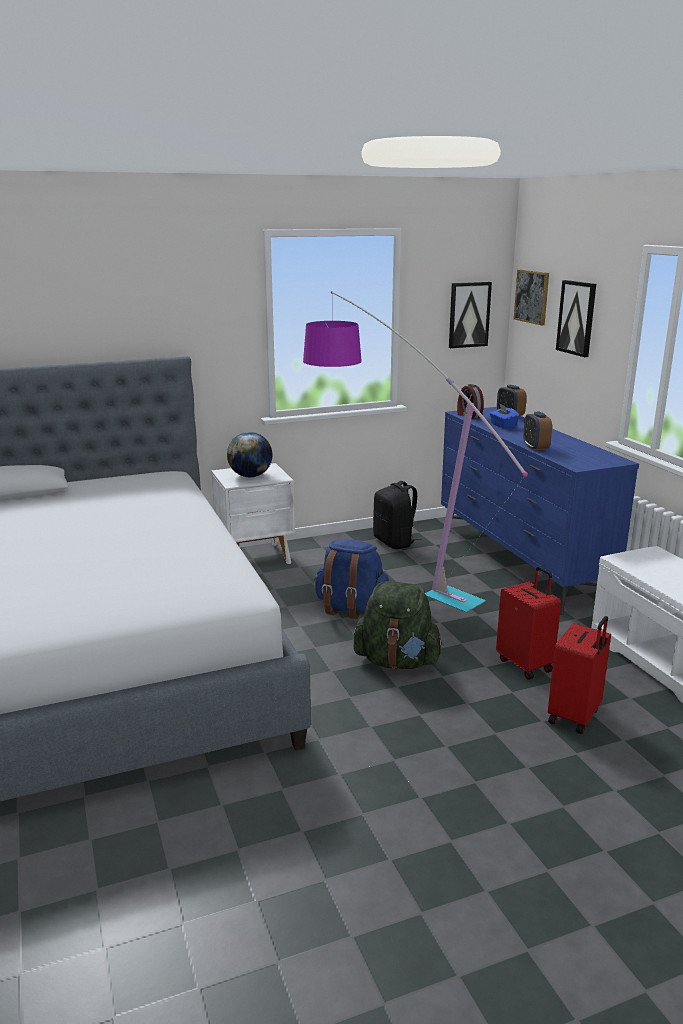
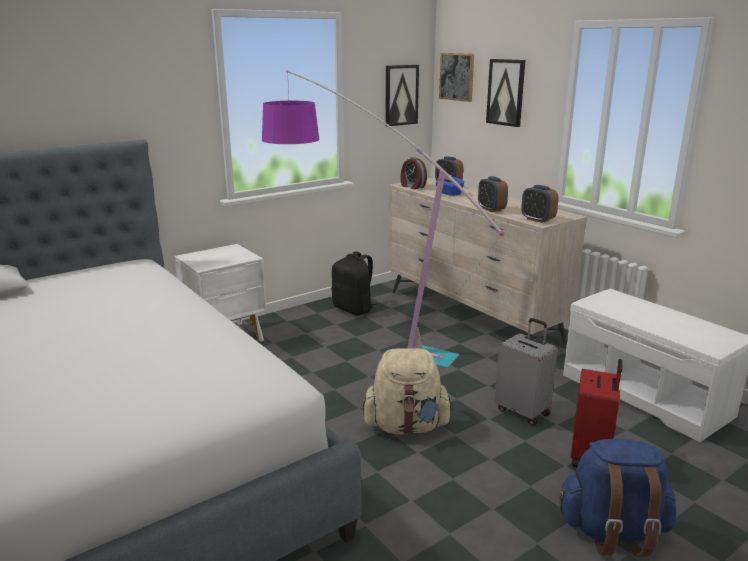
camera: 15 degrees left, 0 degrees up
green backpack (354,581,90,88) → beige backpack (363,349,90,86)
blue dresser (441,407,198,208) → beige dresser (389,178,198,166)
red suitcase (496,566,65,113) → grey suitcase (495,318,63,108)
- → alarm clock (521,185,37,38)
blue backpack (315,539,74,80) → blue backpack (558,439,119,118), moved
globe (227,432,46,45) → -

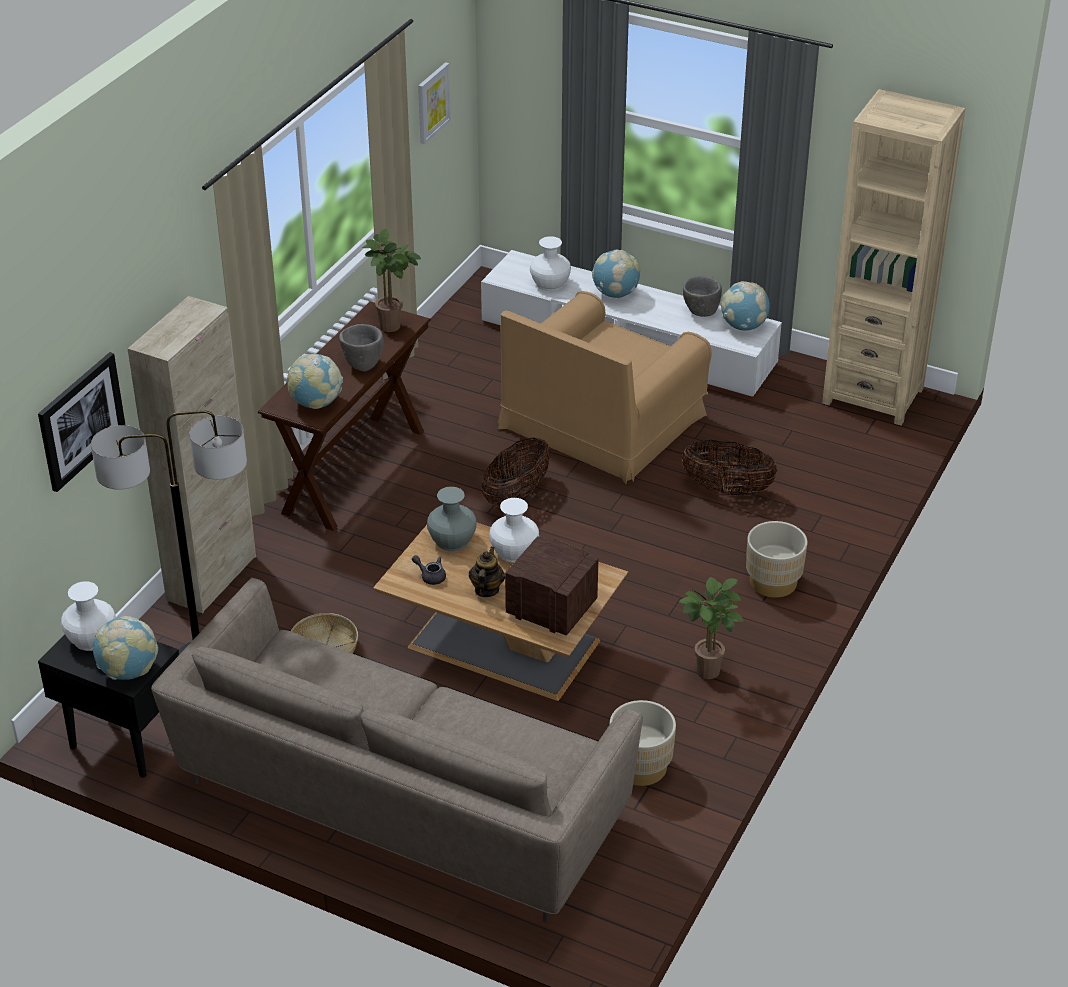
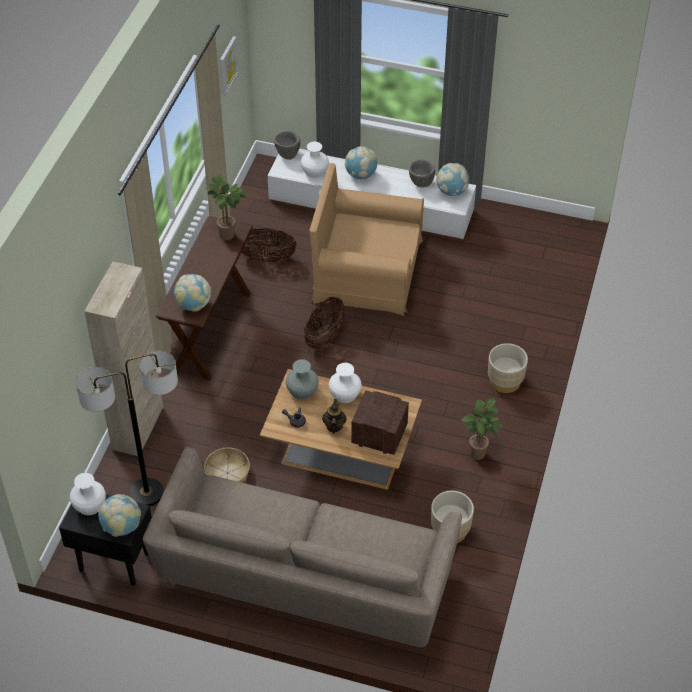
camera: 10 degrees left, 10 degrees up
basket (682,440,96,56) → basket (241,228,56,34), moved
grey bowl (339,324,45,48) → grey bowl (274,131,26,29), moved
brown armchair (497,291,215,193) → brown armchair (310,163,114,153), 75 degrees clockwise
picture (38,352,87,140) → -
beige bookcase (822,89,143,337) → -

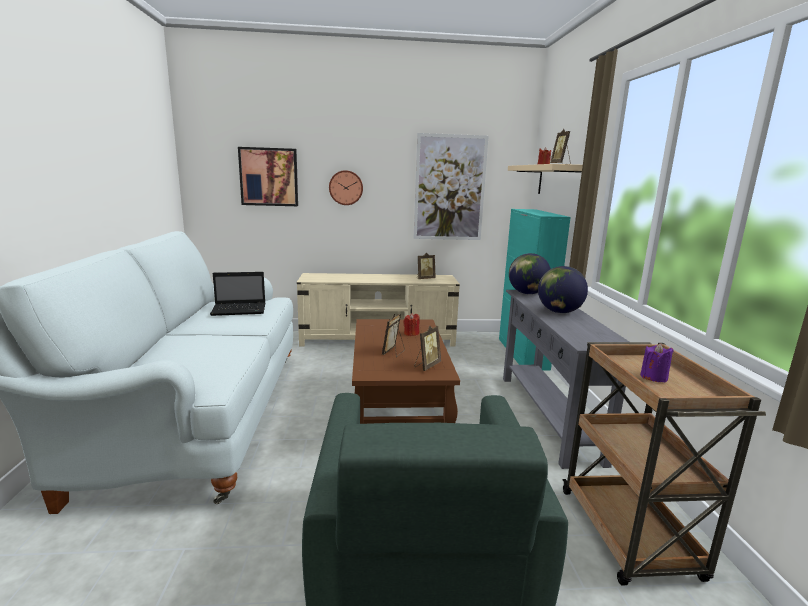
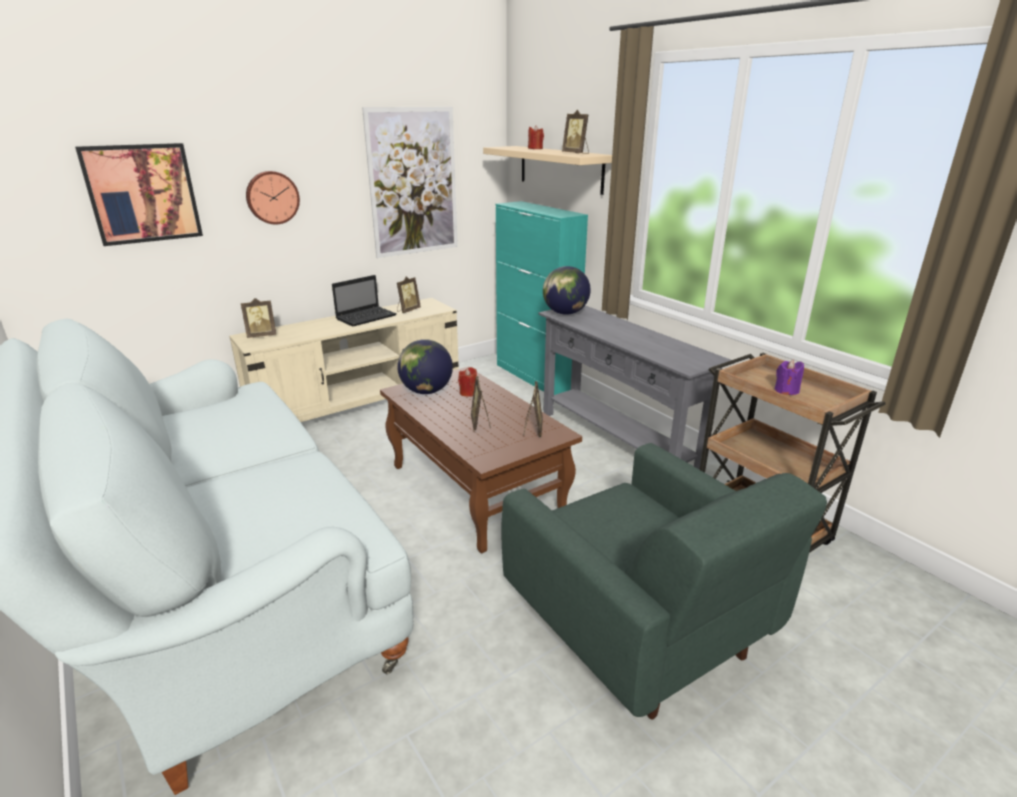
camera: 30 degrees left, 10 degrees up
- → picture frame (241,298,35,40)
laptop (210,272,55,44) → laptop (332,275,65,52), moved
globe (538,266,50,47) → globe (397,339,56,55), moved

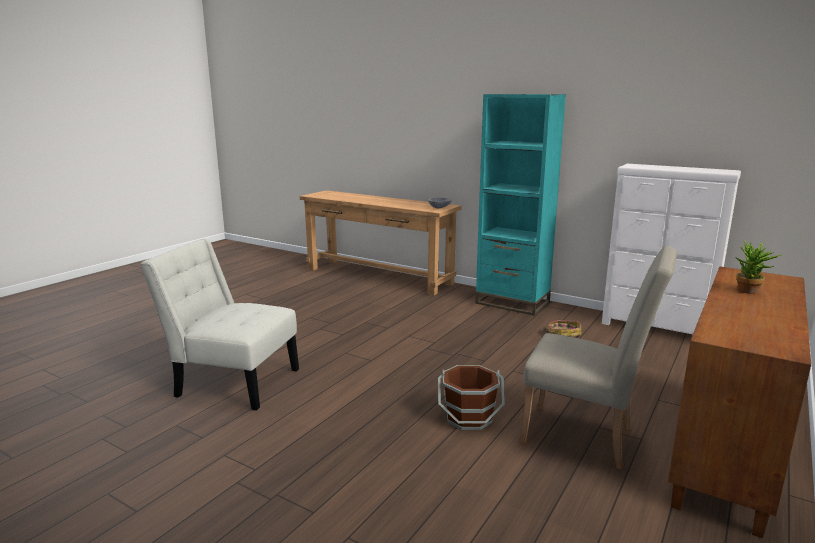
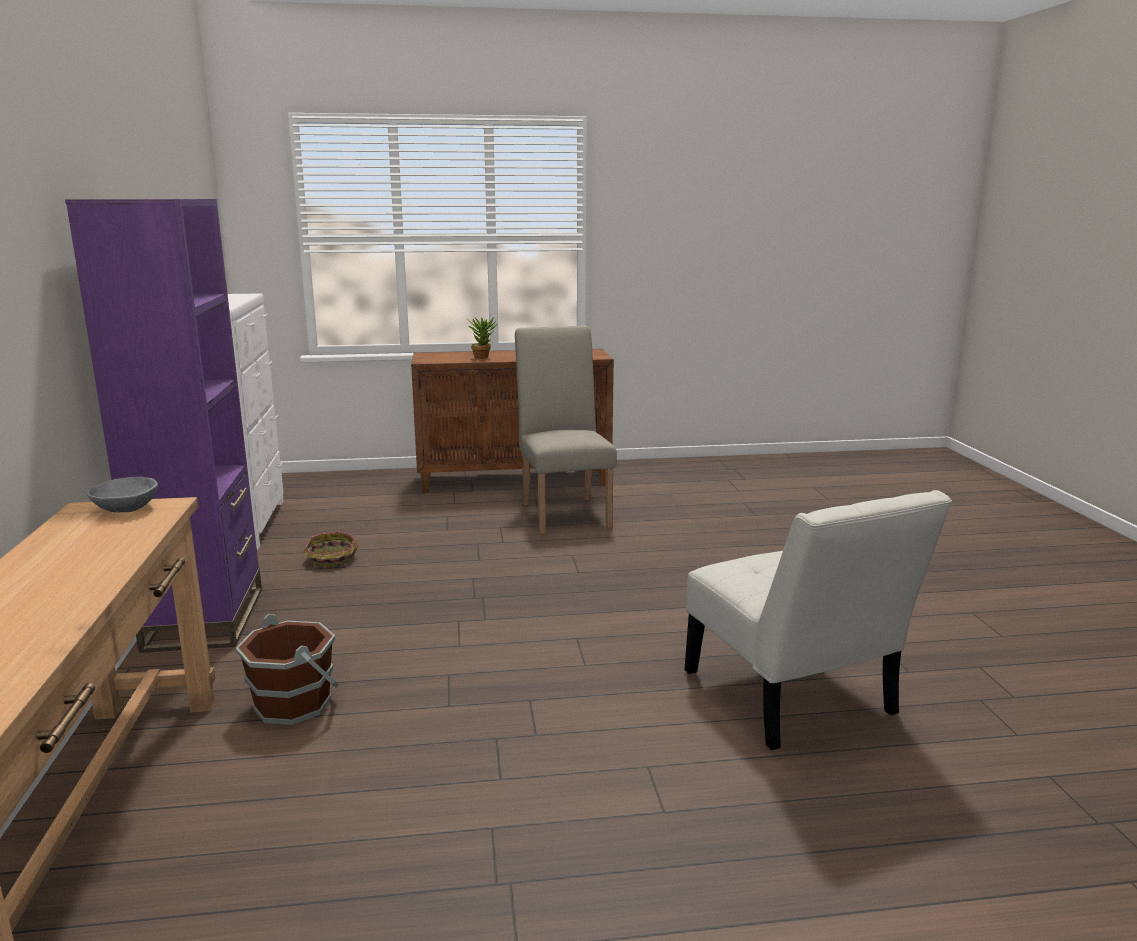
camera: 130 degrees left, 0 degrees up
turquoise bookcase (475,94,91,222) → purple bookcase (65,199,197,454)
brown bucket (438,365,67,65) → brown bucket (236,614,103,111), moved

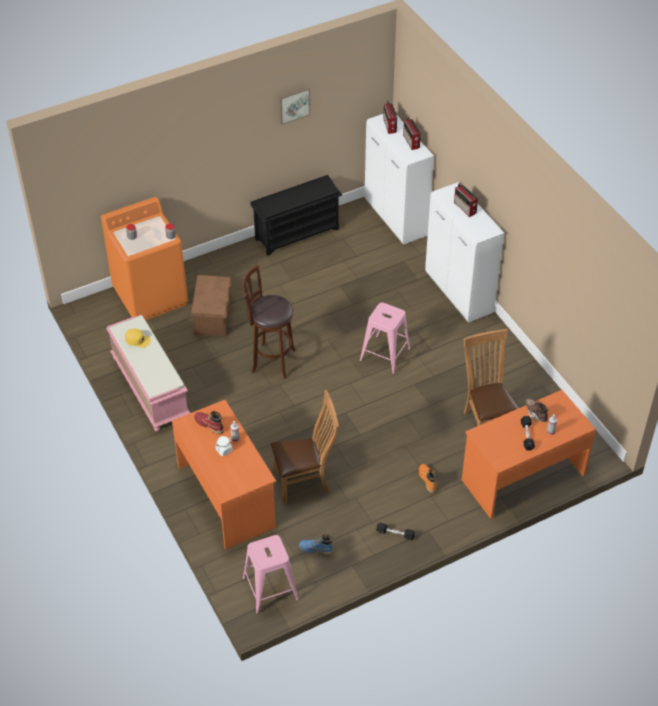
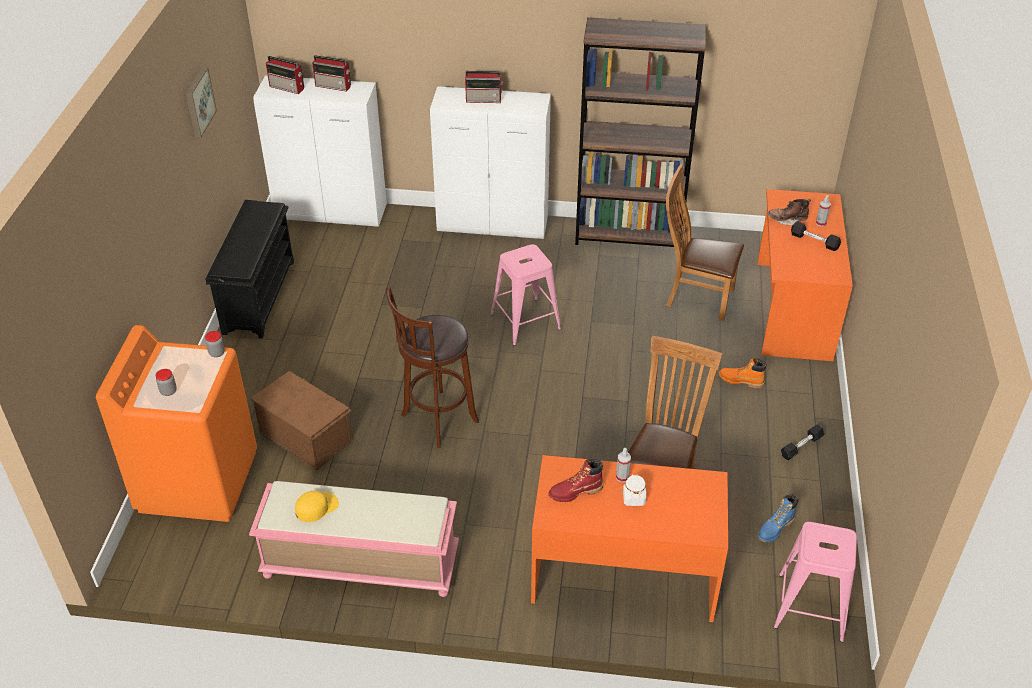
camera: 55 degrees left, 5 degrees down
- → brown bookcase (575,17,131,230)

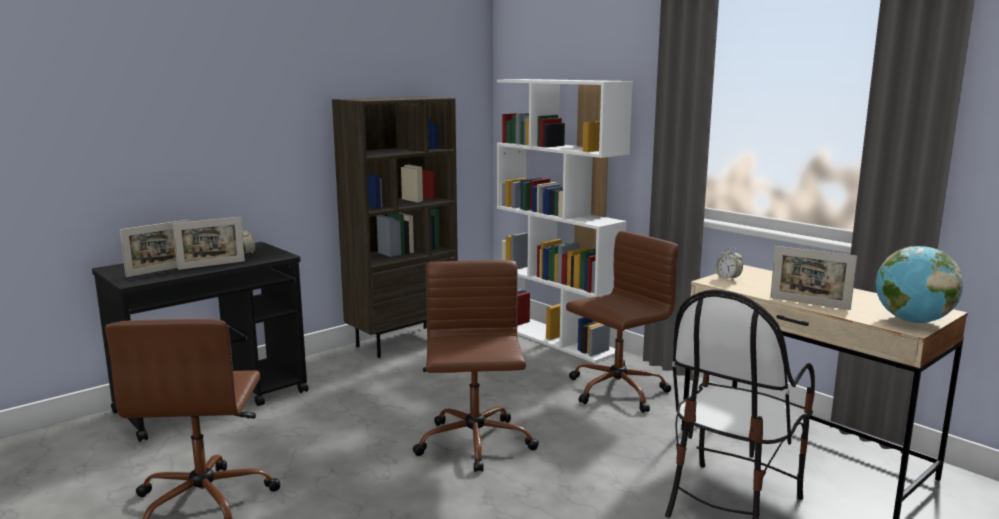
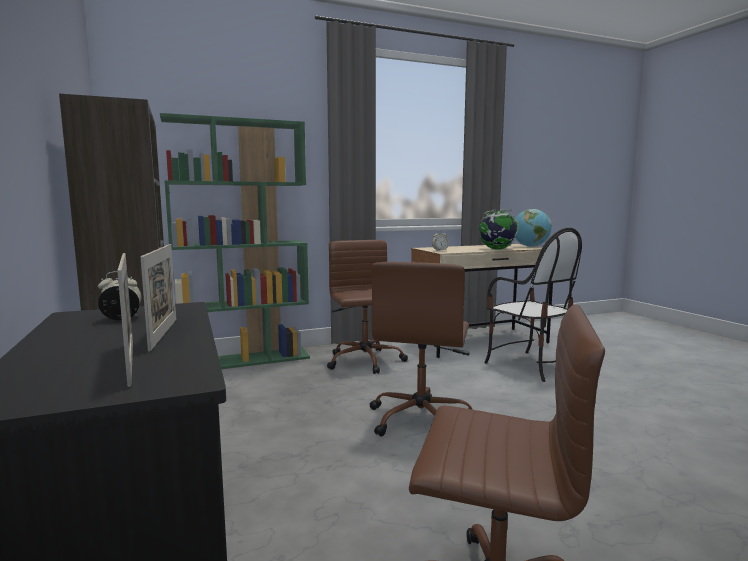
camera: 70 degrees left, 5 degrees down
white bookcase (497,79,136,284) → green bookcase (160,113,150,256)
brown office chair (413,260,126,212) → brown office chair (370,262,103,174), 90 degrees counterclockwise
picture frame (770,246,87,64) → globe (479,209,40,40)

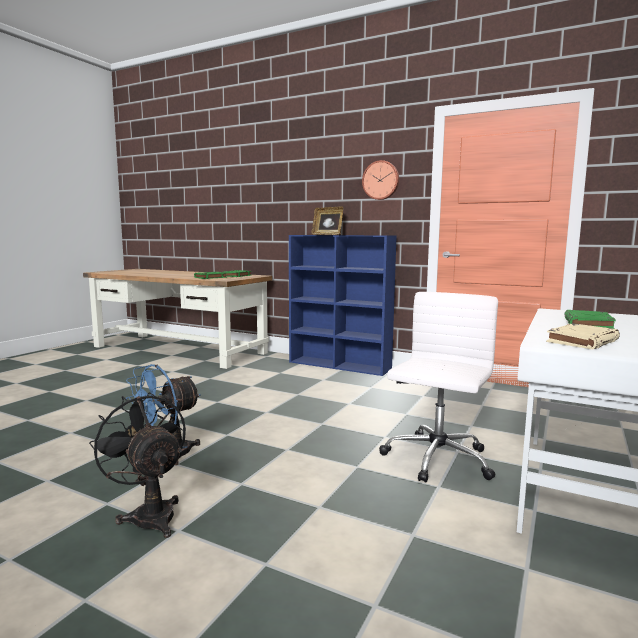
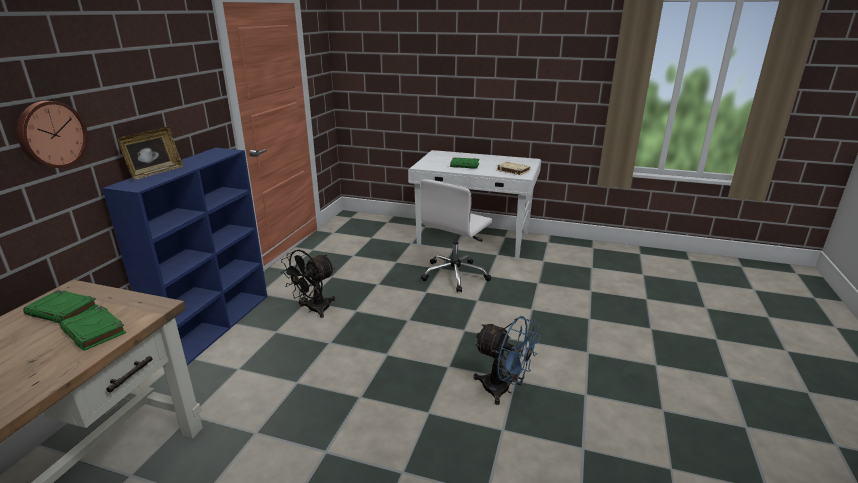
camera: 100 degrees left, 15 degrees up
wall clock (362,160,37,40) → wall clock (17,101,71,67), moved
black fan (89,392,97,146) → black fan (280,250,55,68), moved
white office chair (379,292,119,191) → white office chair (421,180,71,112), 75 degrees counterclockwise

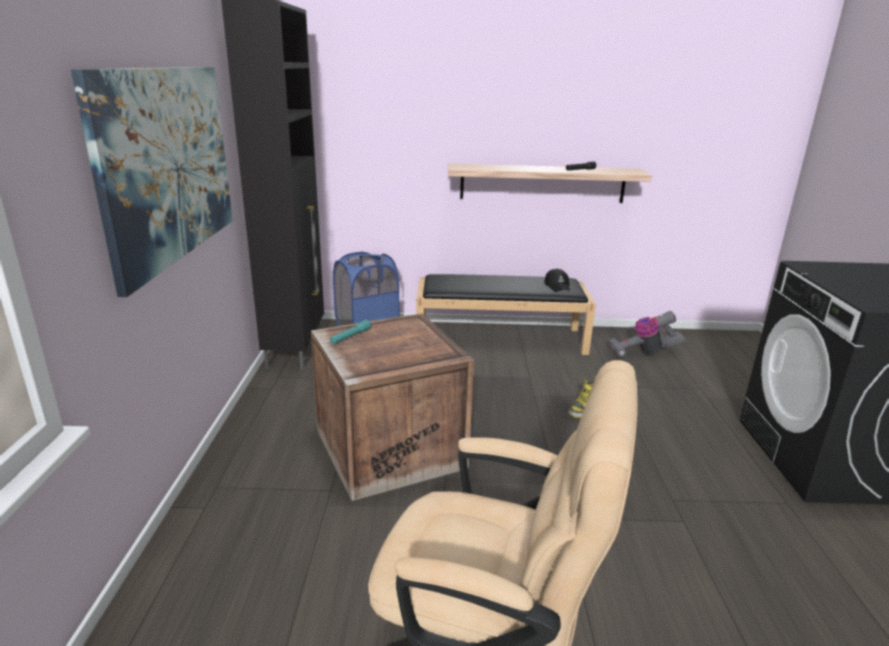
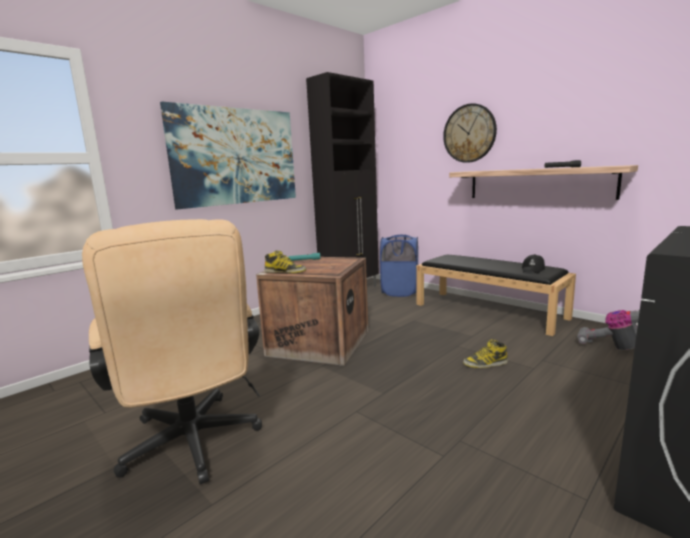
camera: 45 degrees right, 10 degrees down
- → boot (265,250,41,23)
- → wall clock (443,103,54,60)

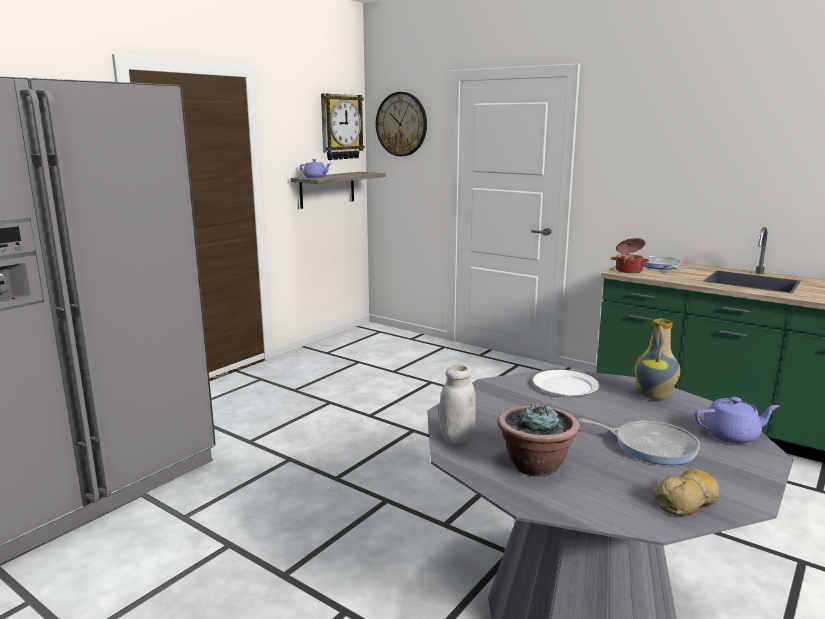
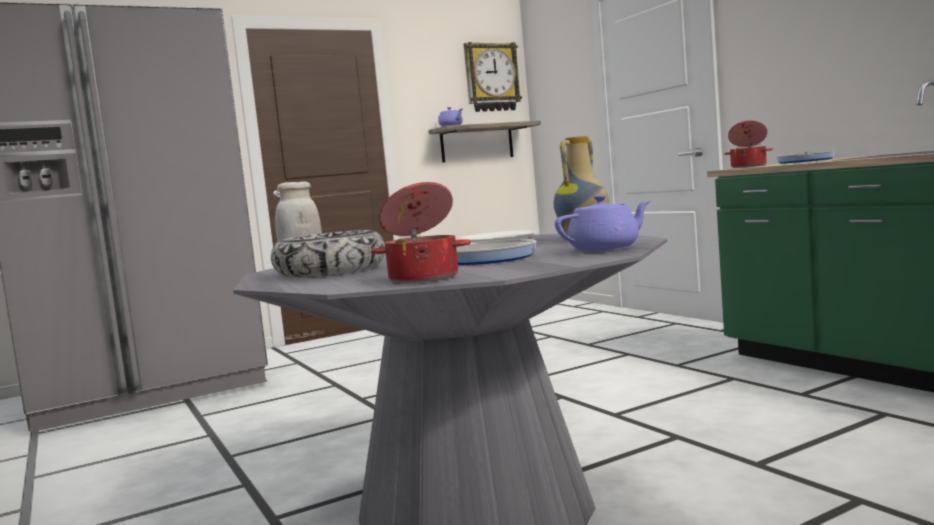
camera: 25 degrees right, 10 degrees down
potted plant (497,402,83,75) → bowl (271,230,114,47)
bread (654,469,66,47) → cooking pot (370,182,101,101)
purple teapot (694,397,86,47) → purple teapot (555,195,96,57), 45 degrees counterclockwise
wall clock (376,92,51,64) → -

